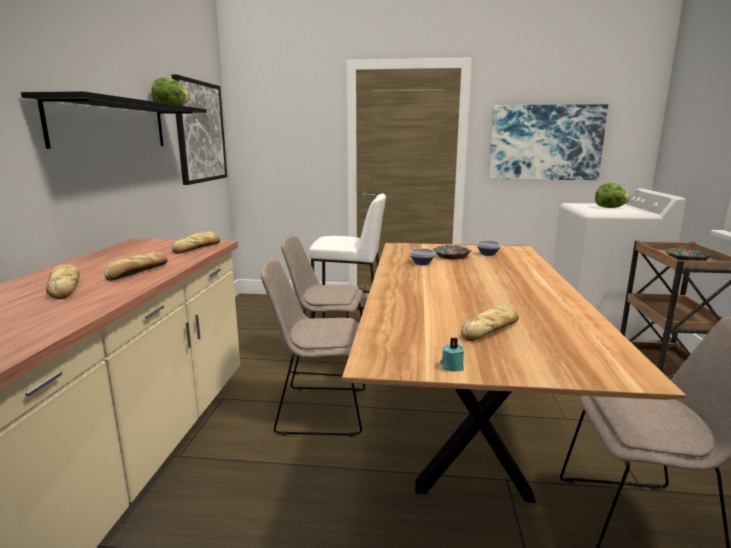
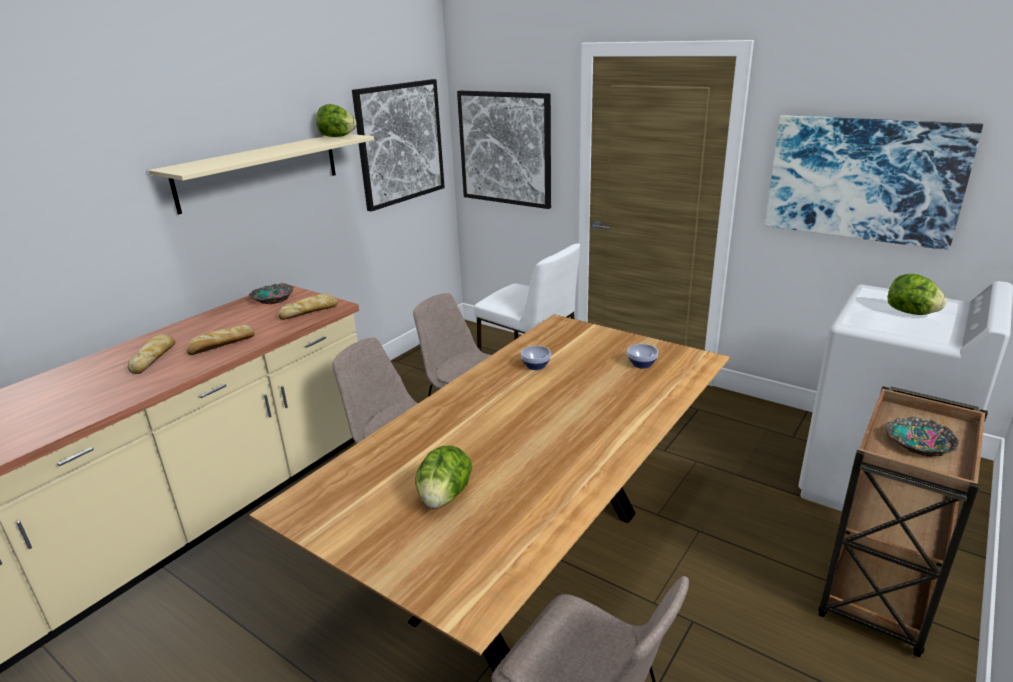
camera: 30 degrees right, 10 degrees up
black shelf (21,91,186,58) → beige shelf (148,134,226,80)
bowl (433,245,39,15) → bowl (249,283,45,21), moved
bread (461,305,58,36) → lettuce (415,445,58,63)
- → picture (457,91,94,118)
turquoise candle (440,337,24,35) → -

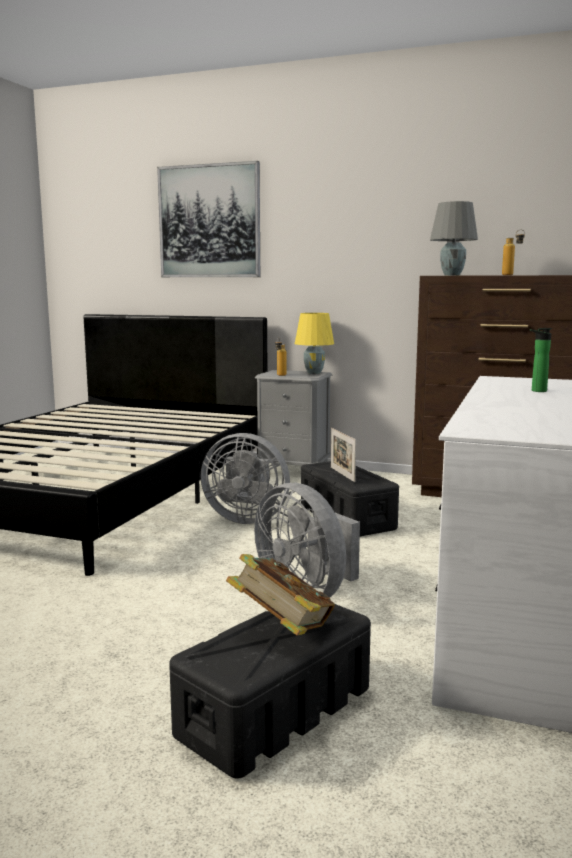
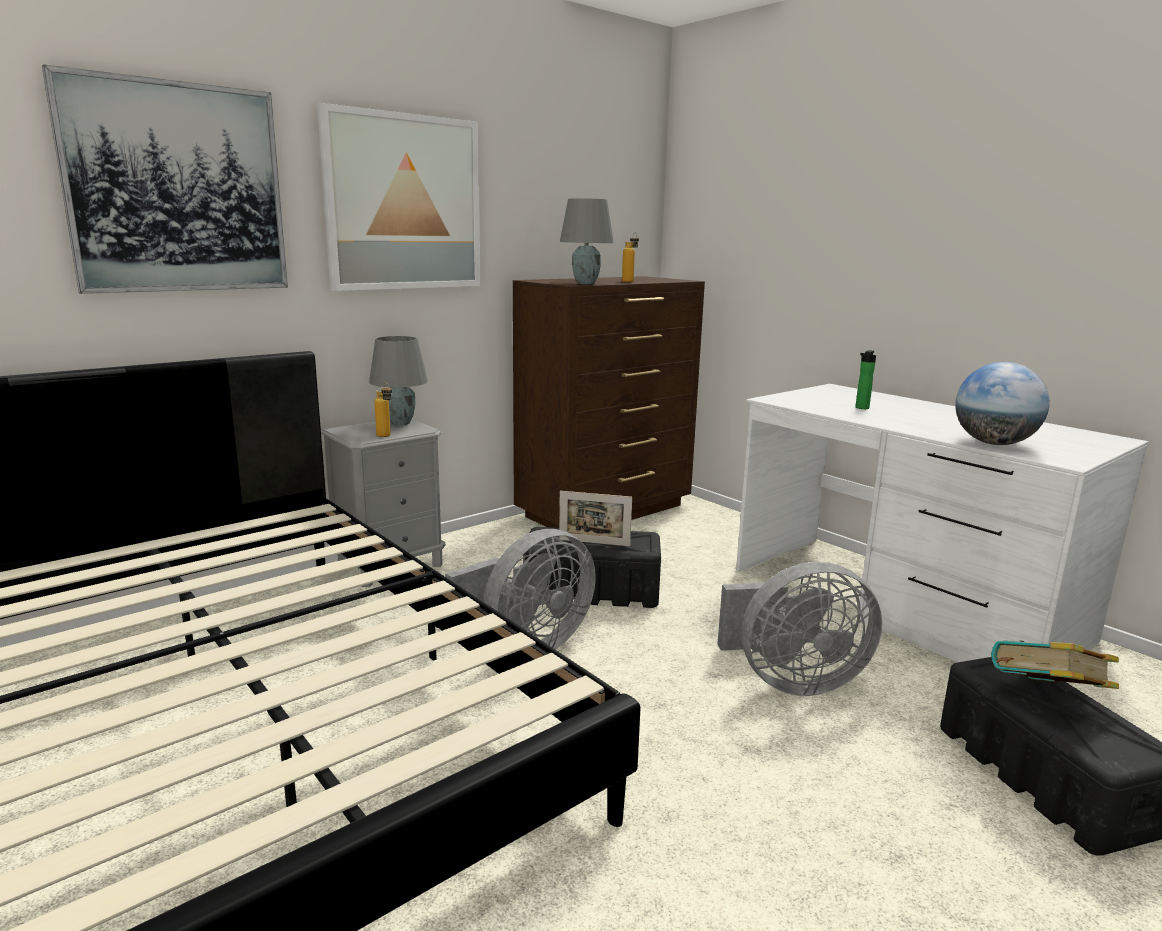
camera: 60 degrees left, 5 degrees up
- → picture (317,103,164,188)
yellow table lamp (295,313,39,61) → grey table lamp (369,336,59,89)
- → globe (955,362,95,83)

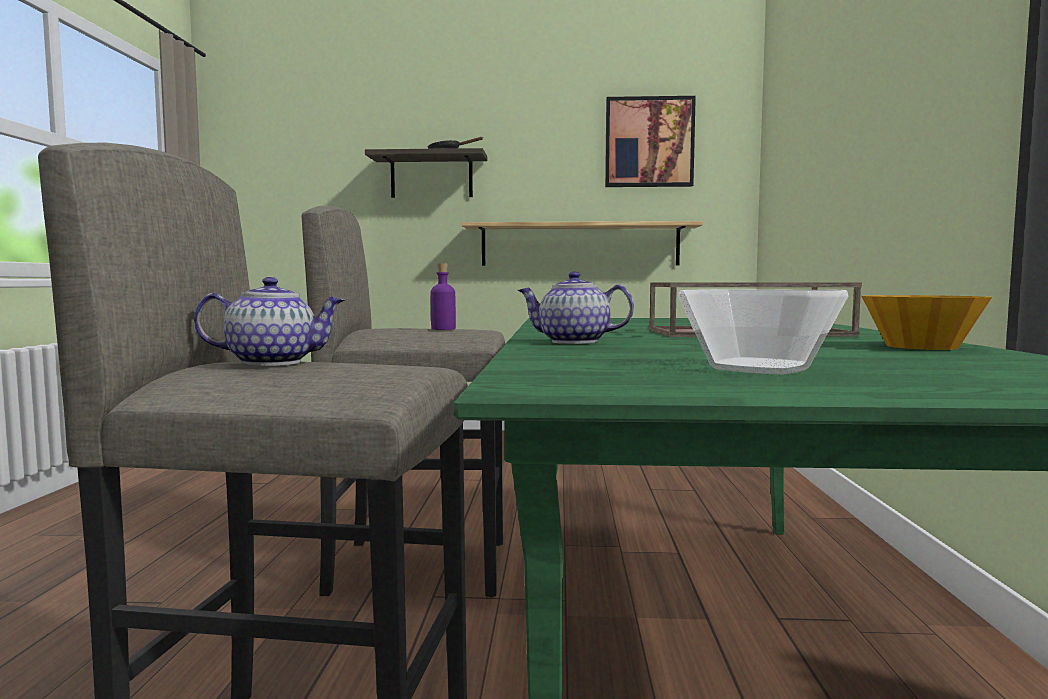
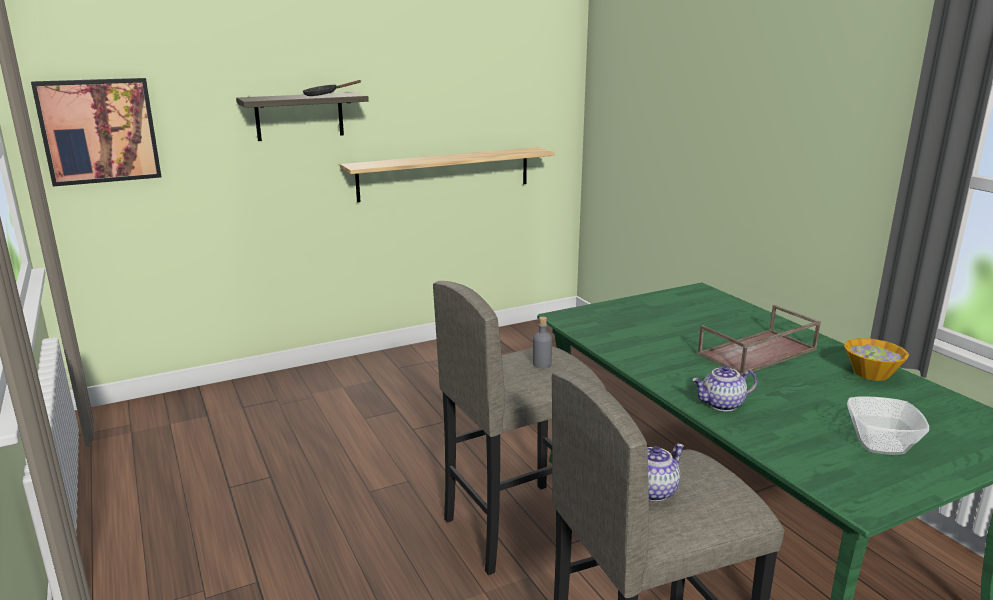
camera: 30 degrees left, 15 degrees up
picture (605,96,91,91) → picture (31,78,130,109), moved
purple bottle (430,263,26,67) → grey bottle (533,317,19,51)

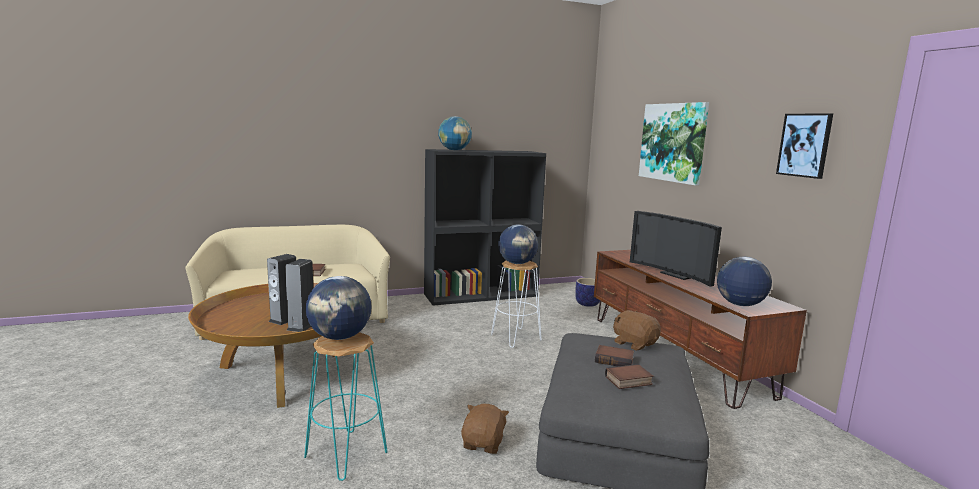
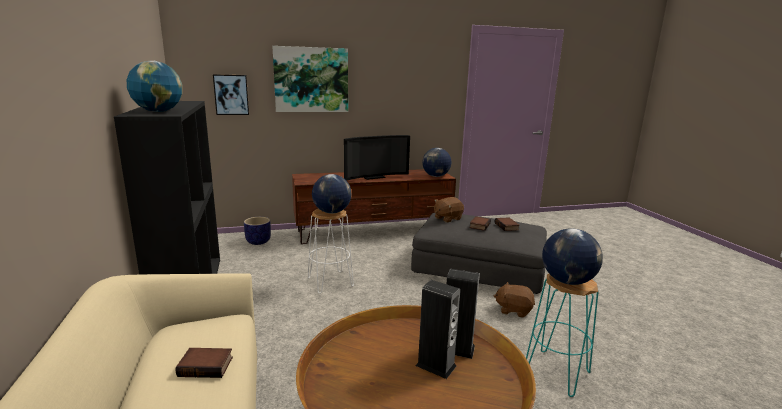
camera: 85 degrees left, 5 degrees up
picture (776,113,57,66) → picture (213,74,36,41), moved

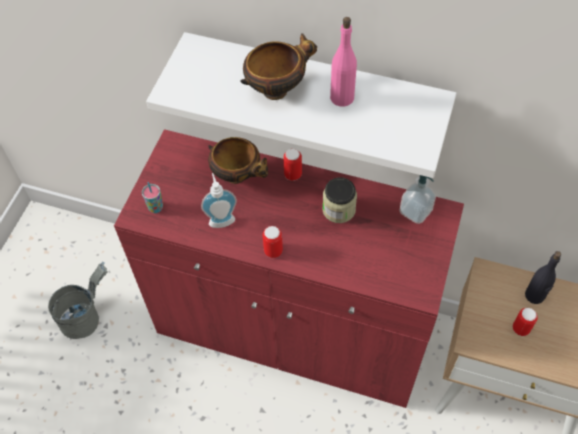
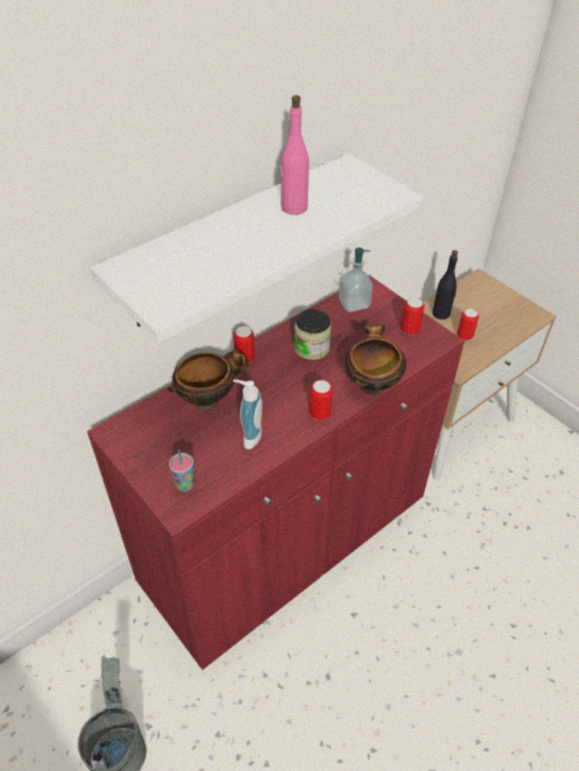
camera: 60 degrees left, 10 degrees down
bowl (241,33,76,67) → bowl (345,324,61,71), moved
- → can (401,297,23,38)

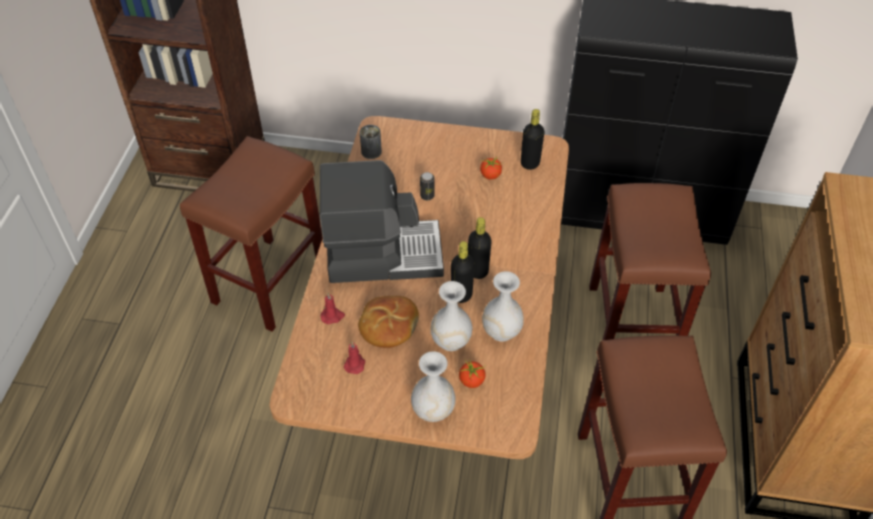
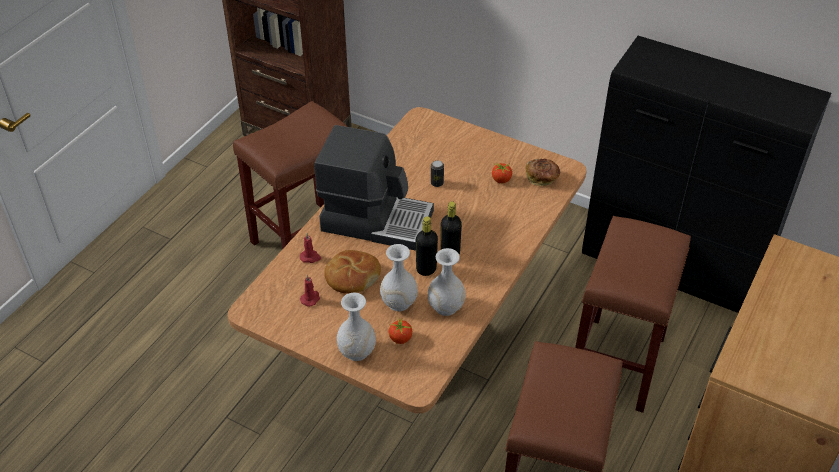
camera: 20 degrees right, 5 degrees down
black bottle (521,109,23,61) → bread (526,158,34,28)
can (360,125,22,34) → -

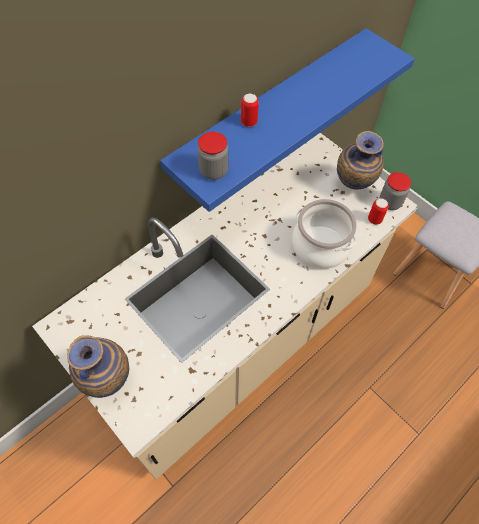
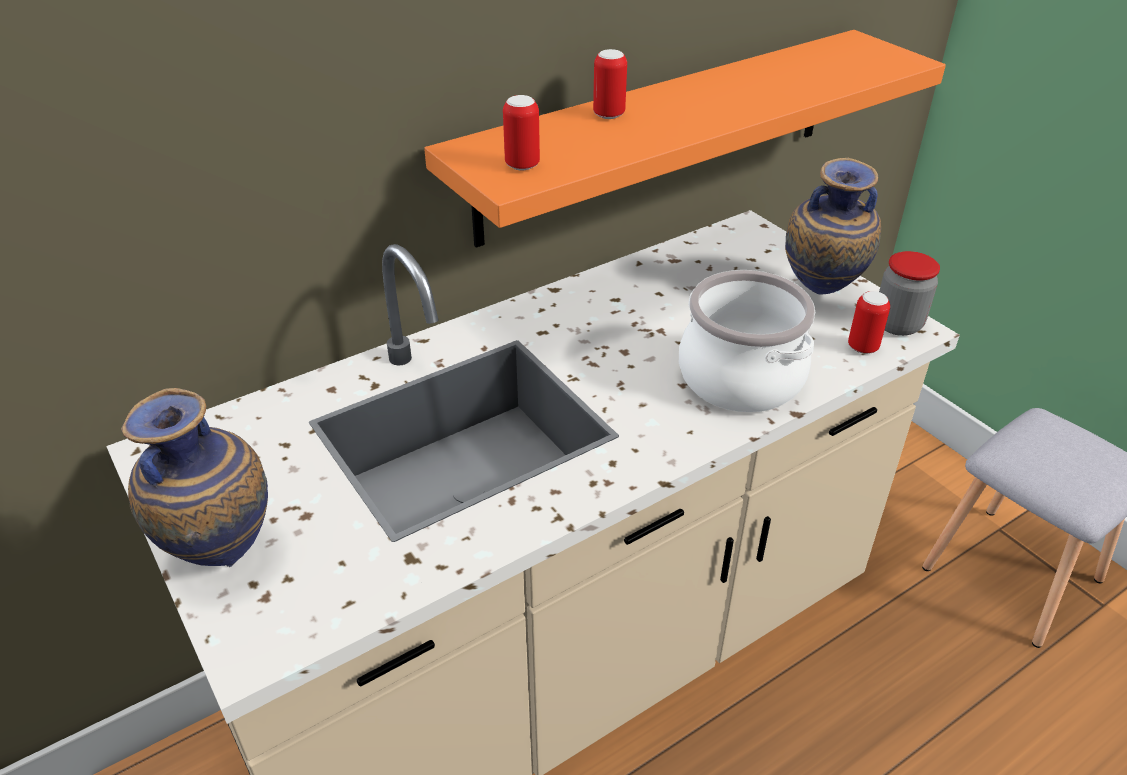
camera: 10 degrees right, 20 degrees down
blue shelf (160,28,255,184) → orange shelf (424,30,522,218)
jar (197,132,31,48) → can (503,95,37,75)

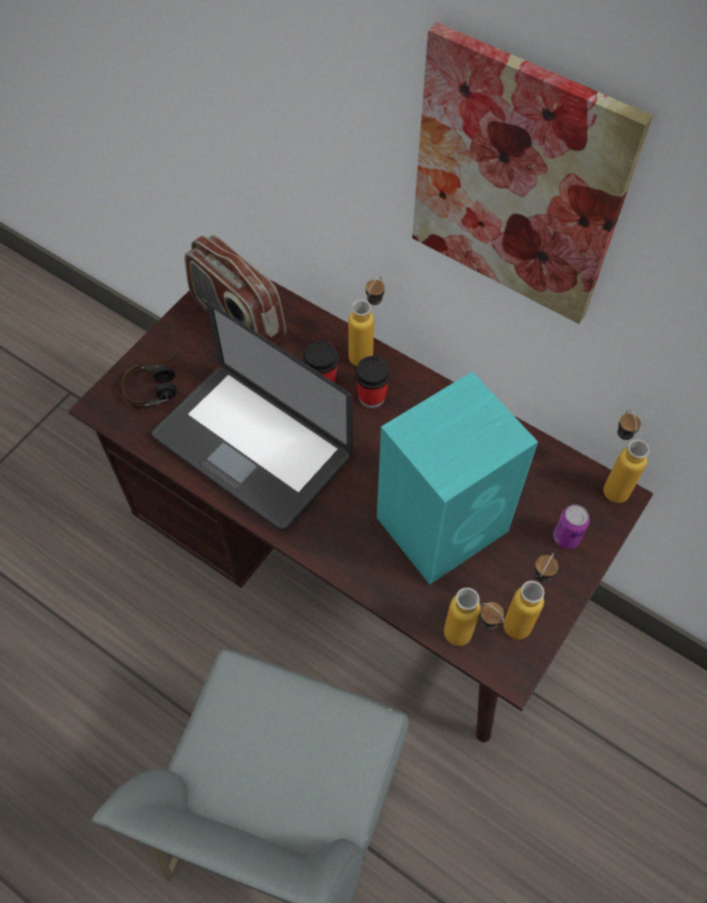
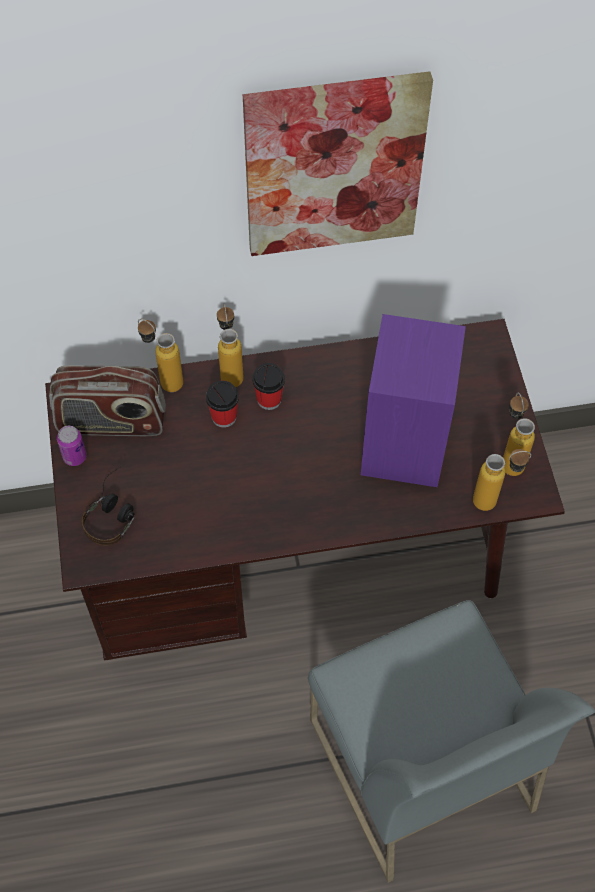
camera: 45 degrees left, 0 degrees up
can (553,505,37,44) → can (57,426,30,40), moved
bottle (603,410,47,93) → bottle (138,319,45,73), moved
turquoise speaker (377,371,161,213) → purple speaker (361,314,105,173)
laptop (152,302,201,229) → -

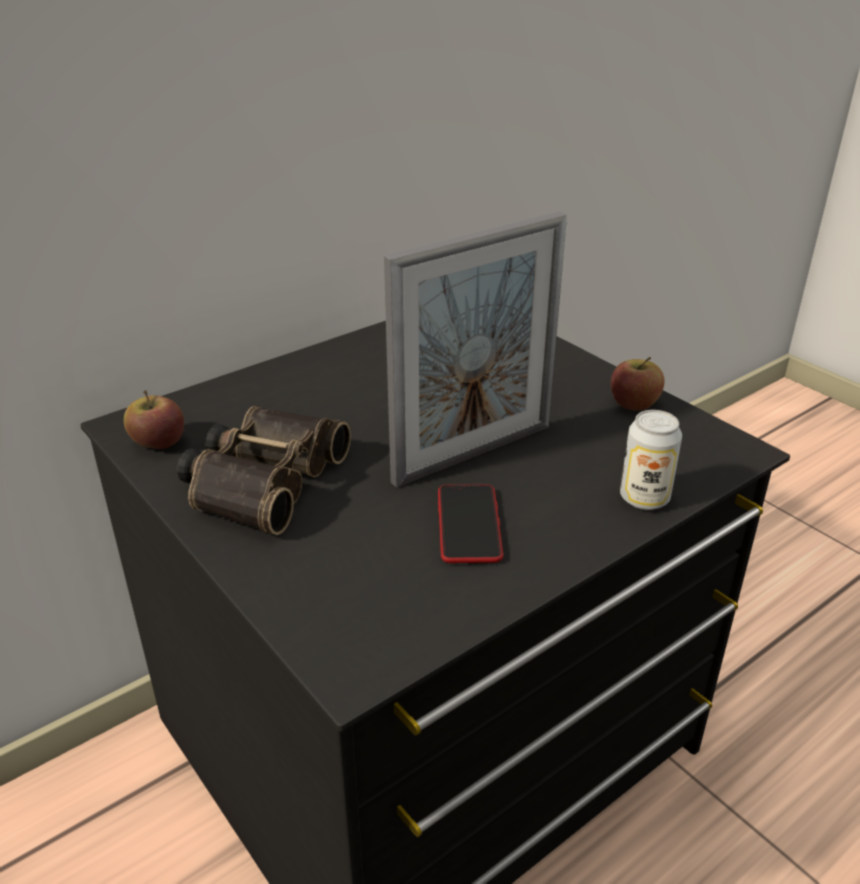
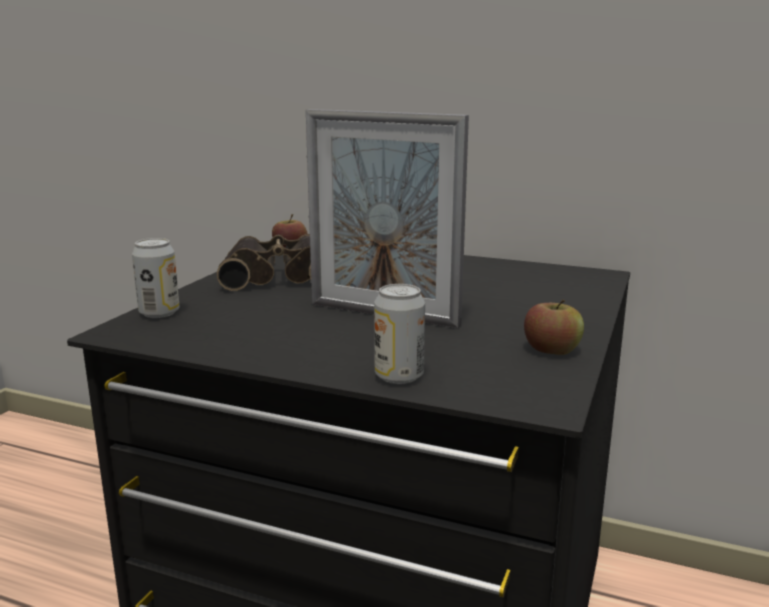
camera: 60 degrees right, 15 degrees down
- → can (132,238,48,80)
phone (438,484,65,79) → -

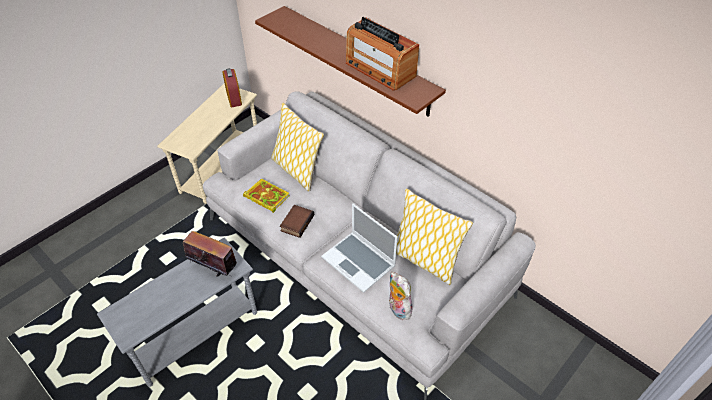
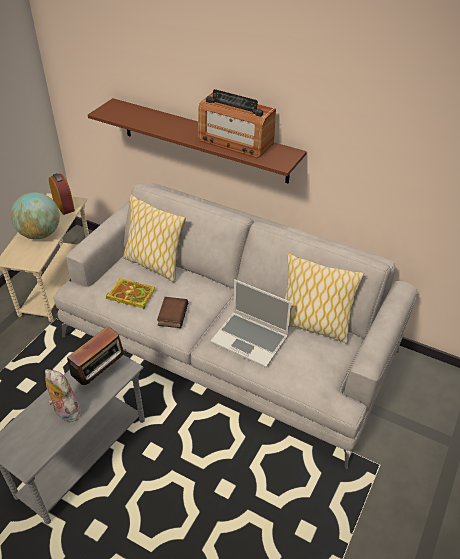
camera: 15 degrees left, 5 degrees down
- → globe (11,192,49,47)
plush toy (389,272,23,48) → plush toy (45,369,39,53), moved
radio (183,231,54,46) → radio (62,326,66,61), 120 degrees clockwise

